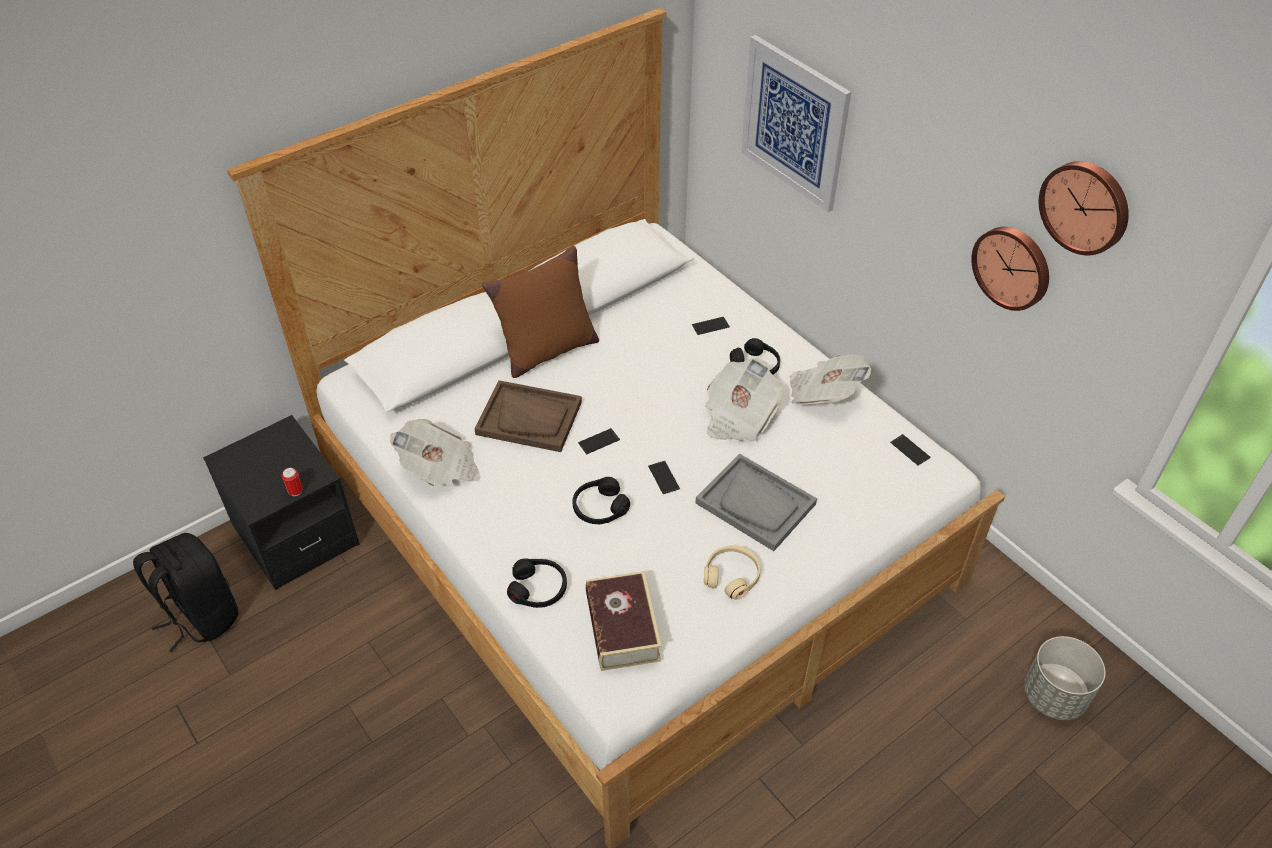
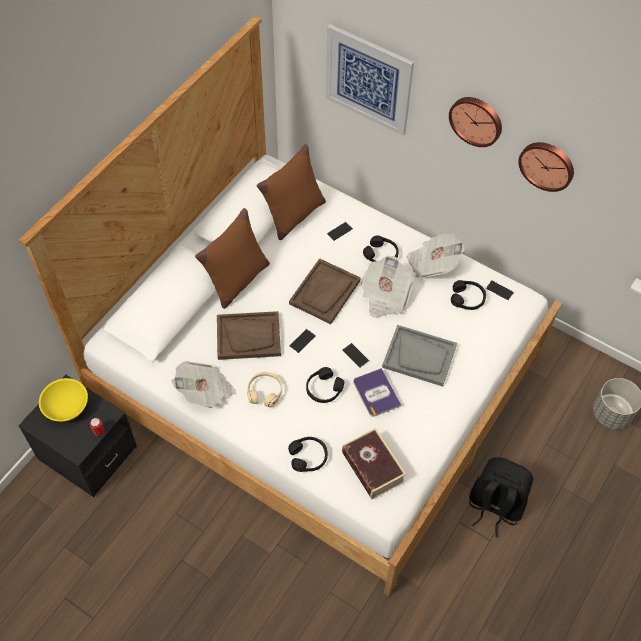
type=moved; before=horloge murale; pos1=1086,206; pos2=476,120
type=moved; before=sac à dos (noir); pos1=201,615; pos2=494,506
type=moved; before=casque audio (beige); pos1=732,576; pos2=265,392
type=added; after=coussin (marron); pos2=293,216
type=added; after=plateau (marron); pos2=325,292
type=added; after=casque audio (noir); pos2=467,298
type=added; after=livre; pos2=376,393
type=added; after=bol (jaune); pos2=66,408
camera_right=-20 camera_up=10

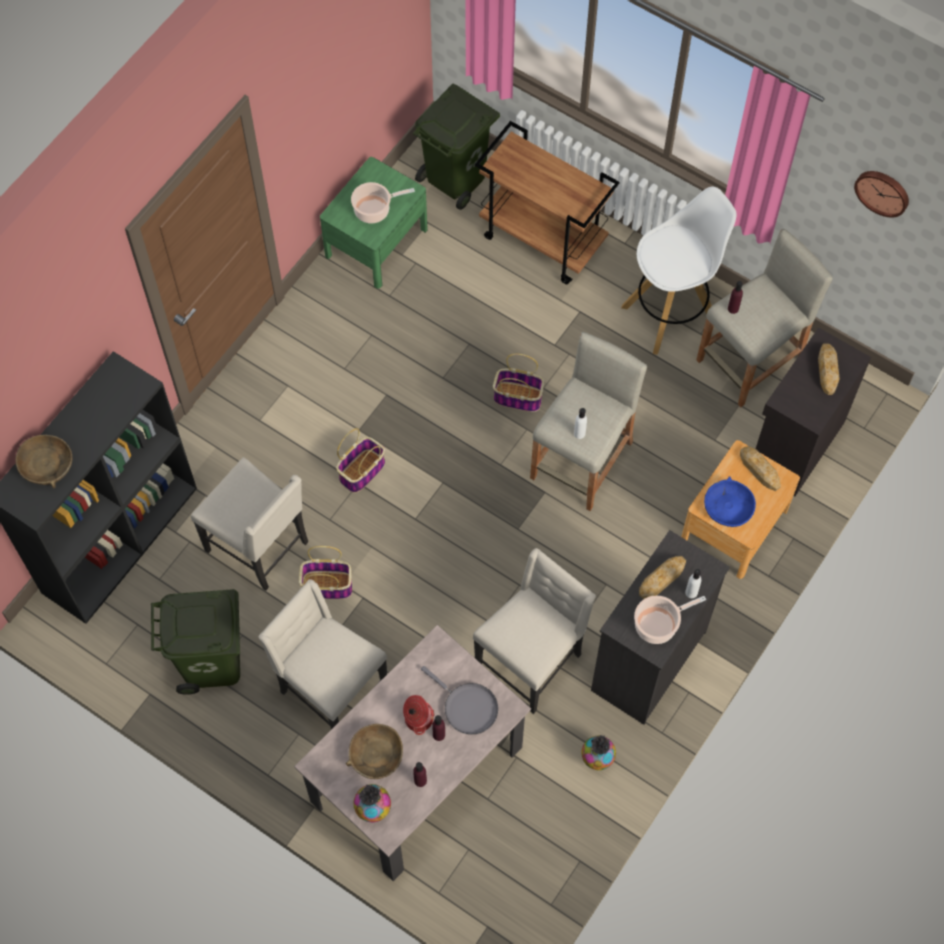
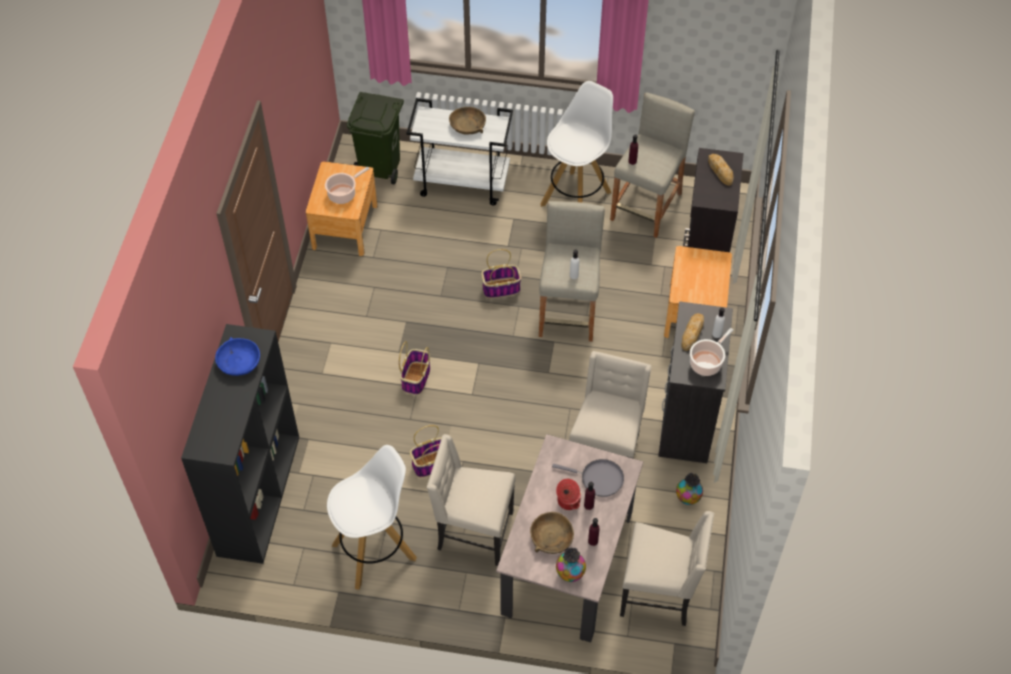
type=recoloured; before=chariot (marron); after=chariot (blanc); pos1=544,239; pos2=463,183
type=recoloured; before=table de chevet (vert); after=table de chevet (marron); pos1=376,242; pos2=345,226
type=removed; before=horloge murale; pos1=883,191
type=moved; before=bol (marron); pos1=47,465; pos2=468,125
type=removed; before=pain; pos1=759,470
type=moved; before=chaise (beige); pos1=260,546; pos2=659,594
type=moved; before=bol (bleu); pos1=728,507; pos2=239,362
type=replaced; before=poubelle (vert); after=tabouret (blanc); pos1=212,663; pos2=375,551
camera_right=-25 camera_up=-10

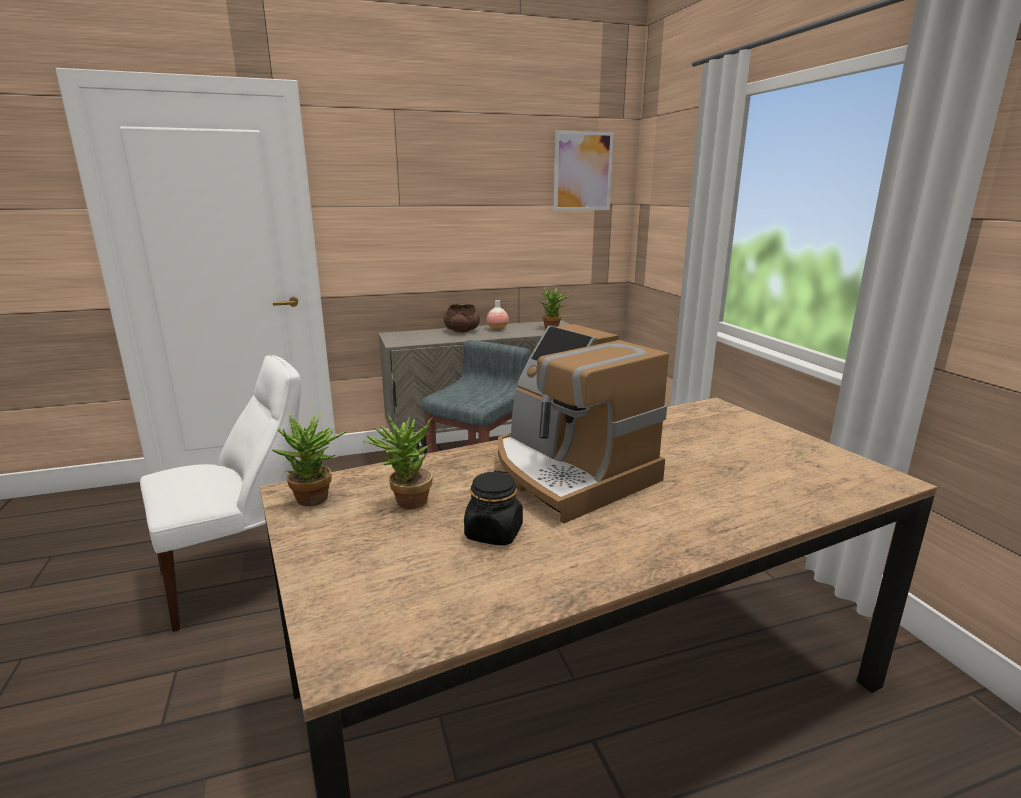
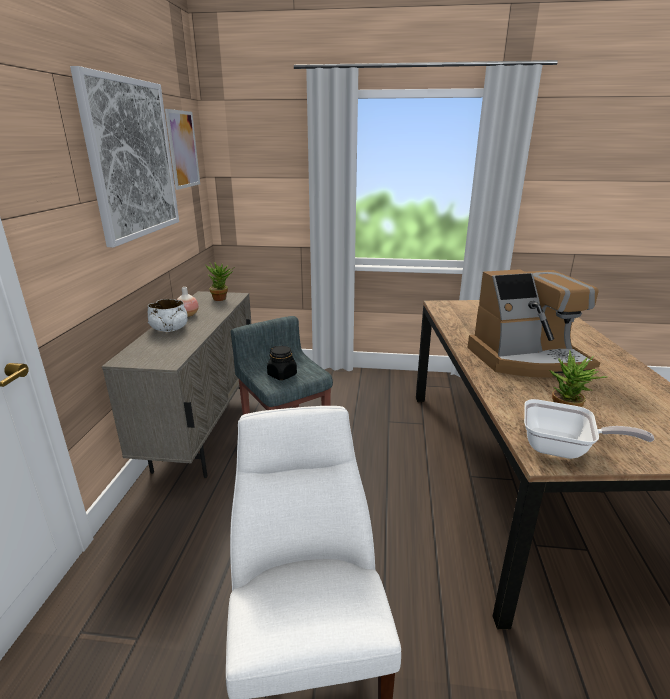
type=recoloured; before=bol (marron); after=bol (blanc); pos1=461,331; pos2=170,328
type=replaced; before=plante en pot; after=poêle; pos1=316,501; pos2=562,449
type=moved; before=bocal (noir); pos1=494,533; pos2=282,375
type=added; after=tableau; pos2=132,159
camera_right=-65 camera_up=5

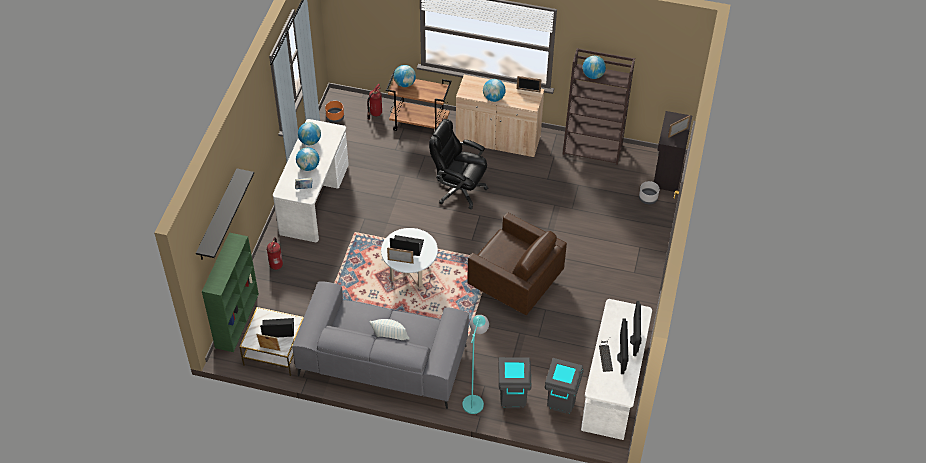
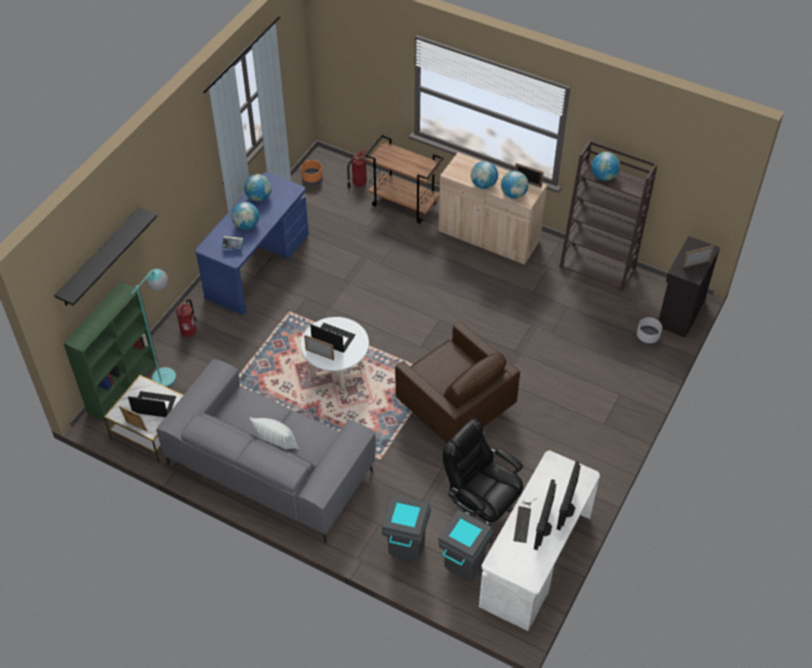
type=moved; before=globe; pos1=405,84; pos2=513,194
type=recoloured; before=bureau (blanc); after=bureau (bleu); pos1=314,198; pos2=257,265
type=moved; before=chaise de bureau (noir); pos1=459,189; pos2=481,509
type=moved; before=lampadaire (turquoise); pos1=474,398; pos2=169,371
camera_right=15 camera_up=0

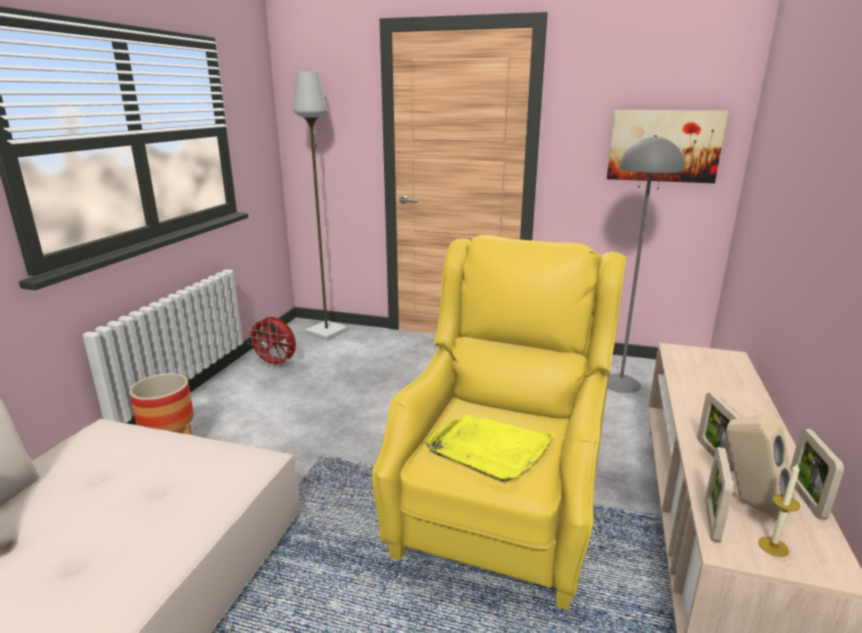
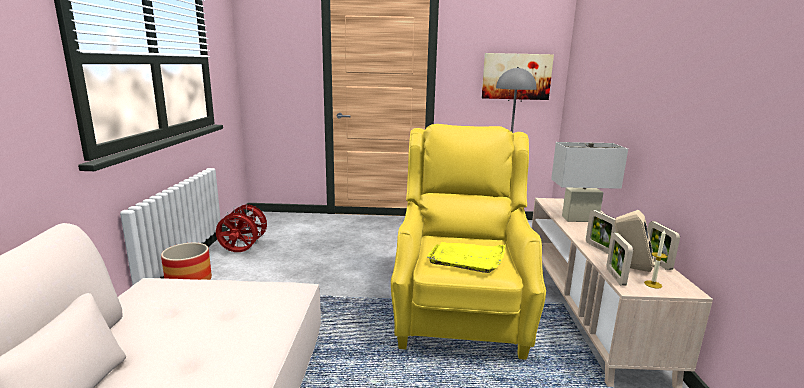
type=removed; before=lampadaire (gris); pos1=326,331
type=added; after=lampe de table (blanc); pos2=580,219
type=added; after=ventilateur (rouge); pos2=238,253
camera_right=-15 camera_up=-5

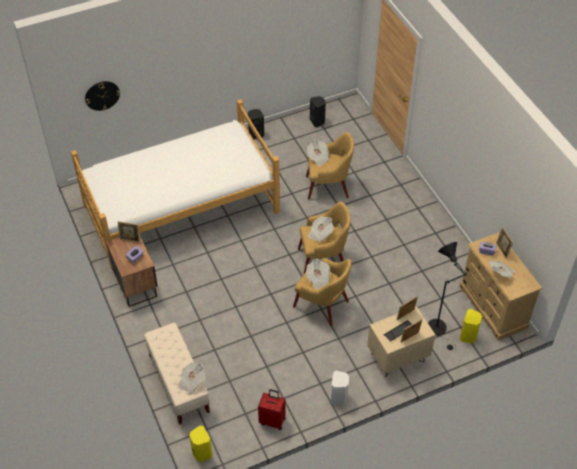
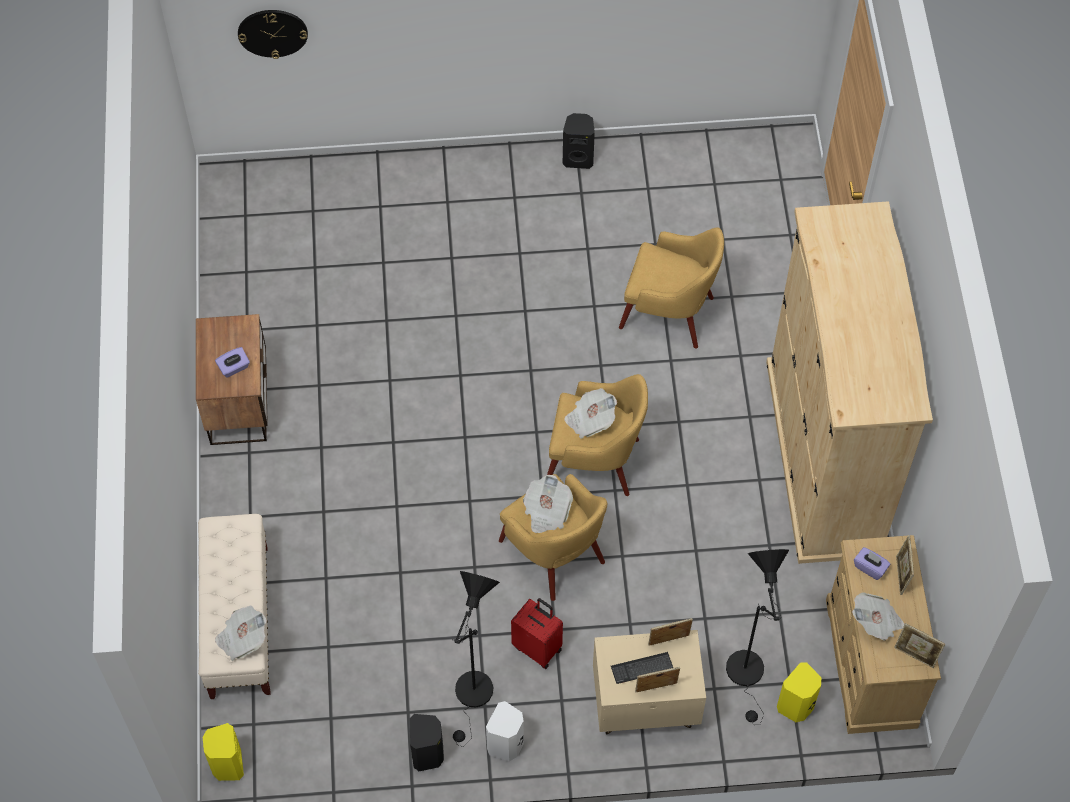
type=moved; before=enceinte (noir); pos1=317,121; pos2=428,754
type=removed; before=lit; pos1=180,208
type=removed; before=journal; pos1=318,157
type=moved; before=cadre photo; pos1=130,239; pos2=915,656
type=moved; before=valise (rouge); pos1=272,420; pos2=538,647
type=added; after=armoire (beige); pos2=825,456
type=added; after=lampadaire (noir); pos2=473,697
camera_right=20 camera_up=10

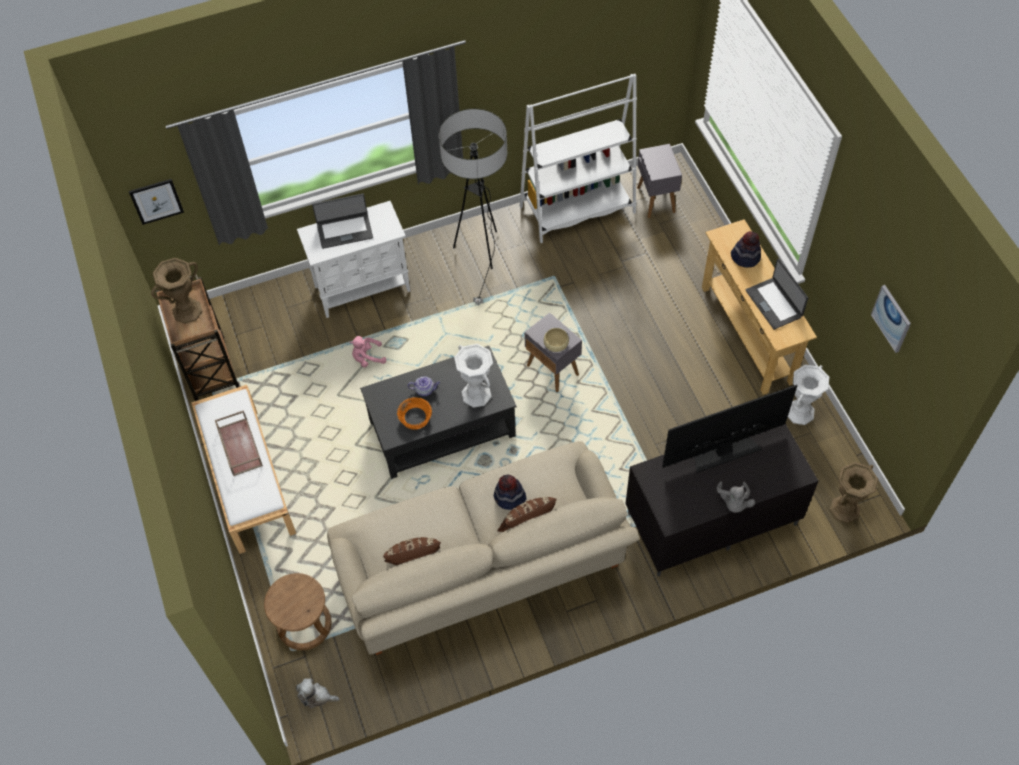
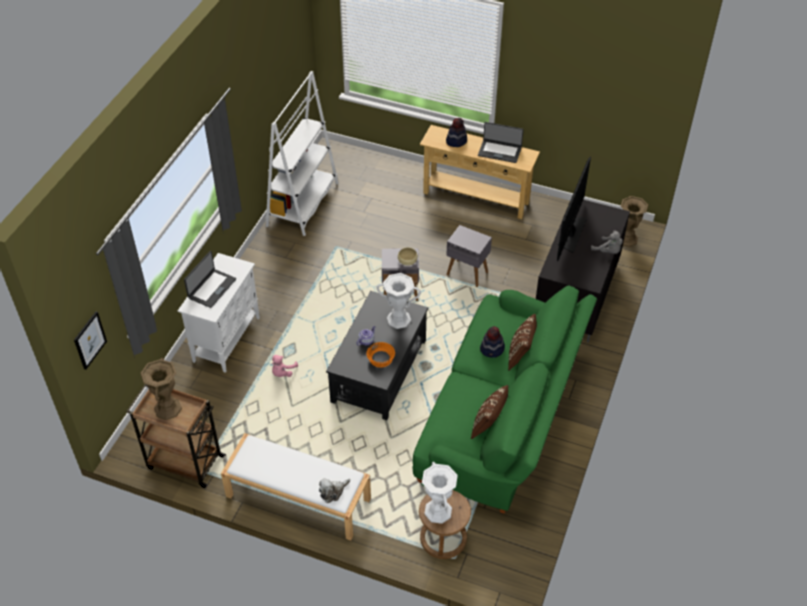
type=removed; before=lampadaire; pos1=480,254
type=moved; before=table d'appoint (gris); pos1=655,199; pos2=466,273
type=removed; before=tableau; pos1=891,318
type=moved; before=vase (blanc); pos1=800,412; pos2=438,511
type=removed; before=plateau (marron); pos1=239,446
type=recoloured; before=canapé (beige); after=canapé (vert); pos1=483,571; pos2=501,419
type=moved; before=peluche; pos1=316,696; pos2=333,492
camera_right=-50 camera_up=-10

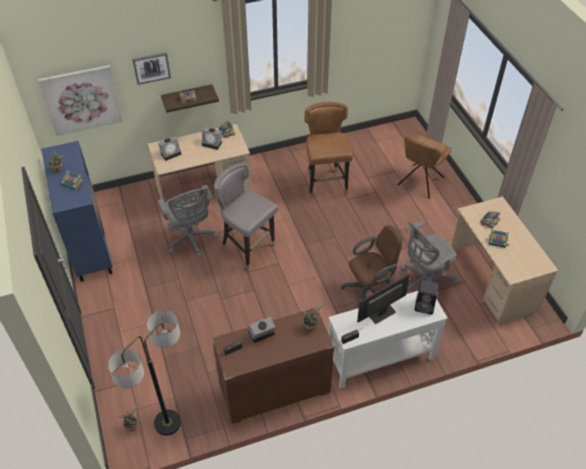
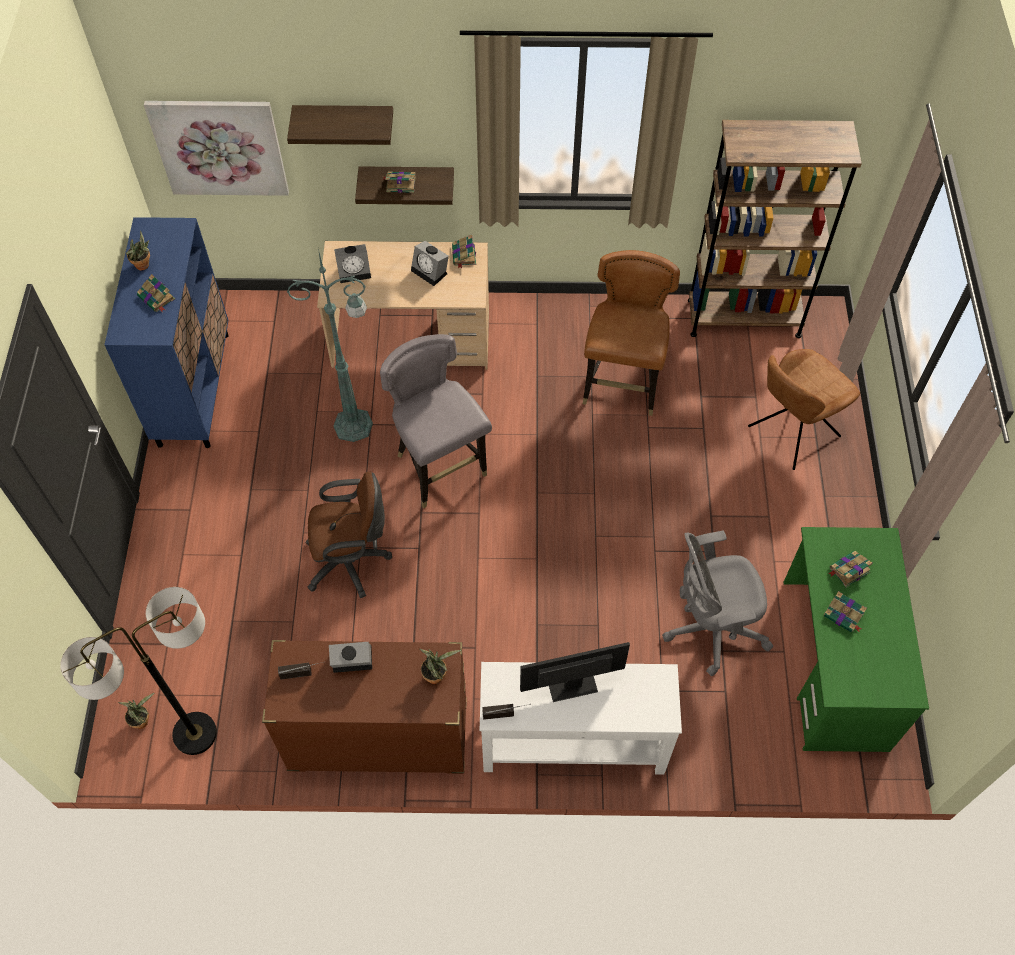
type=replaced; before=tableau; after=étagère; pos1=151,67; pos2=344,120
type=replaced; before=chaise de bureau (gris); after=lampadaire (vert); pos1=191,240; pos2=355,425
type=recoloured; before=bureau (beige); after=bureau (vert); pos1=492,280; pos2=834,664
type=moved; before=chaise de bureau (marron); pos1=370,290; pos2=351,561
type=removed; before=enceinte (noir); pos1=425,306
type=added; after=bibliothèque (marron); pos2=744,318
camera_right=20 camera_up=10

